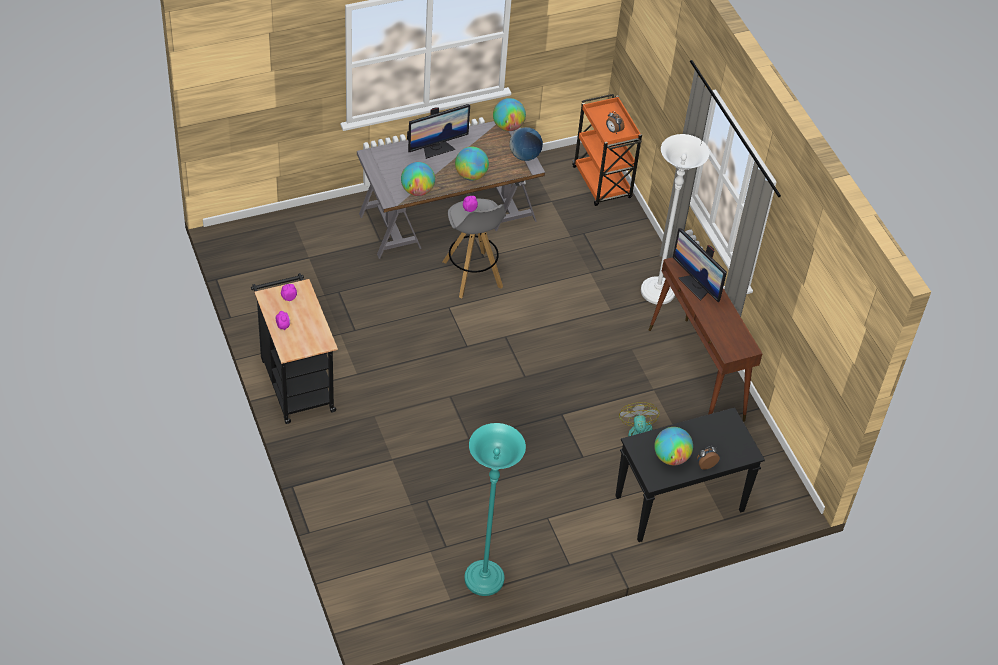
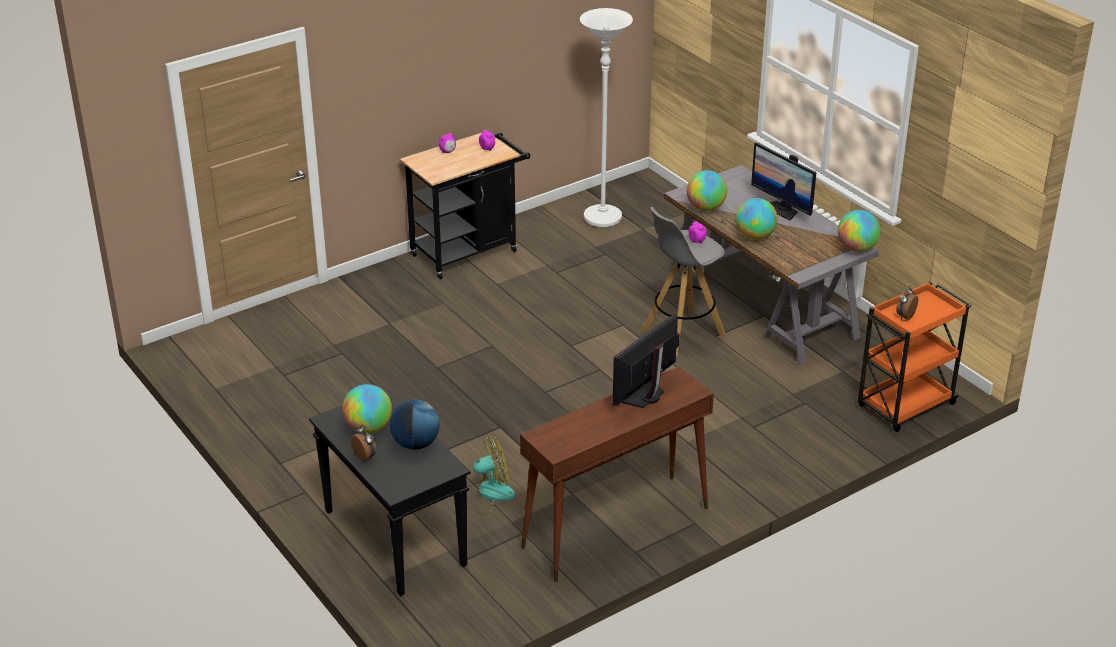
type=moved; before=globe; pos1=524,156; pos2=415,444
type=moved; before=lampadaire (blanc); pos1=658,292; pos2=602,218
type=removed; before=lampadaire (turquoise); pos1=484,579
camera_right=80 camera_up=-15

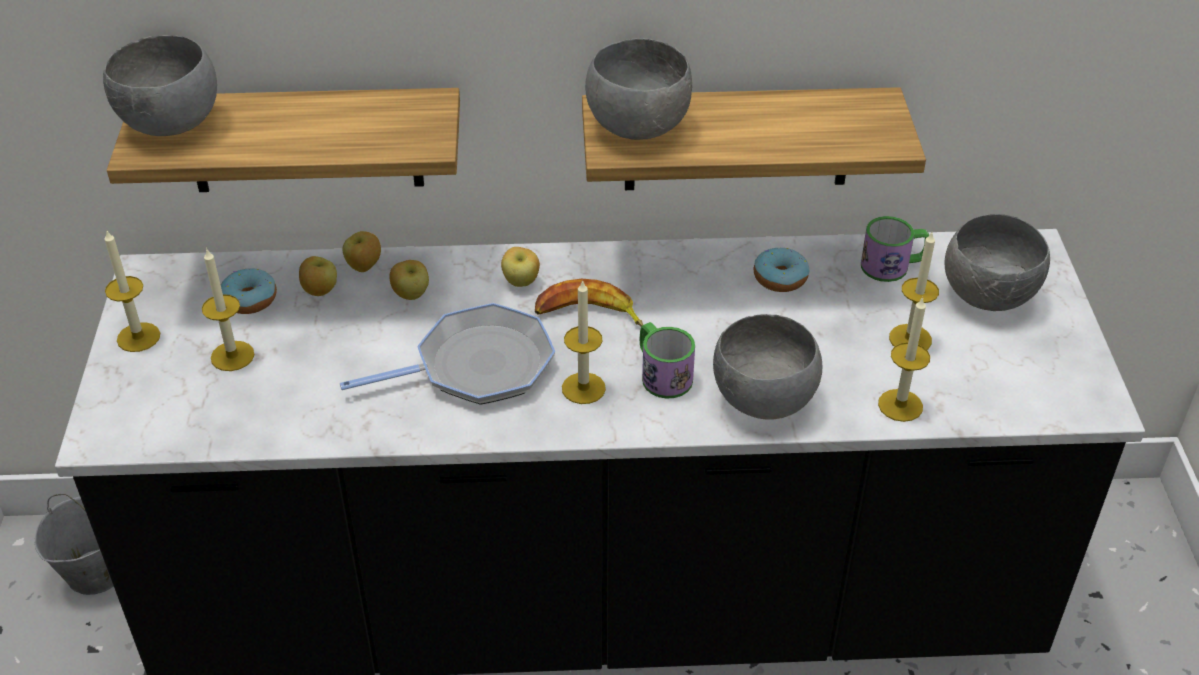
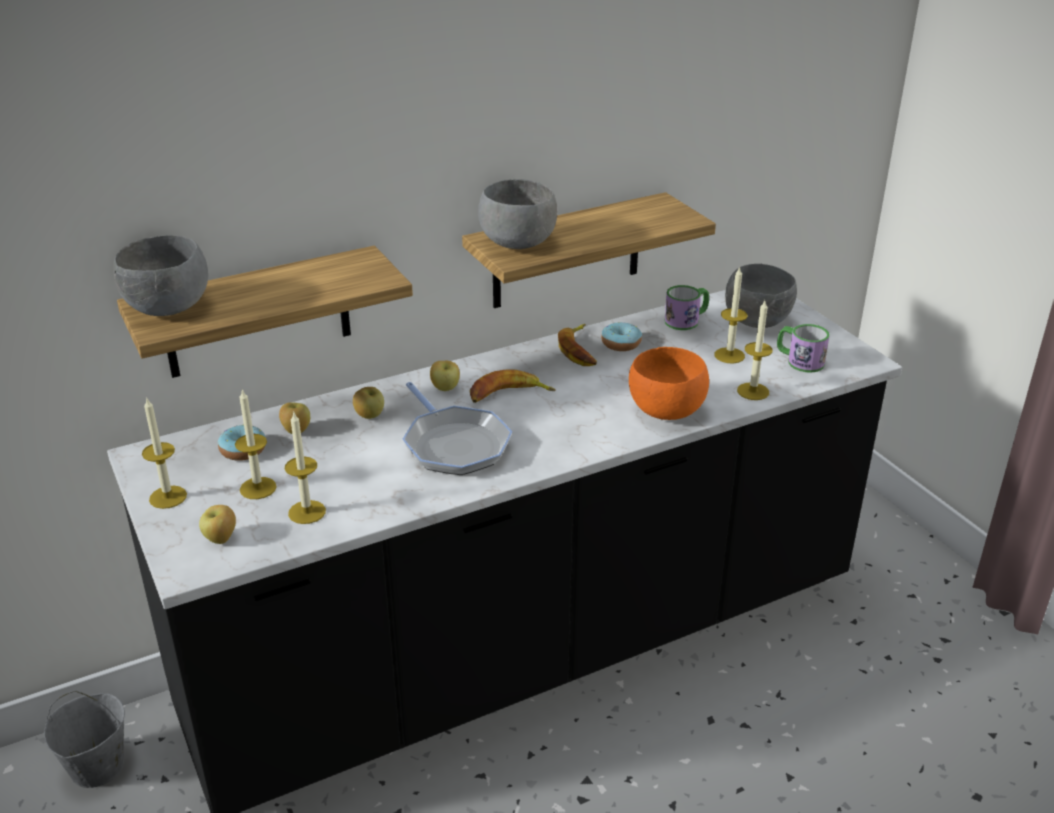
type=moved; before=pomme; pos1=364,267; pos2=221,539
type=moved; before=bougie; pos1=583,388; pos2=307,512
type=turned; before=poêle; pos1=477,366; pos2=454,445; turn=105
type=recoloured; before=bol (gris); after=bol (orange); pos1=762,401; pos2=665,412
type=moved; before=mug; pos1=661,374; pos2=799,361
type=added; after=banane; pos2=579,350
camera_right=-25 camera_up=-10

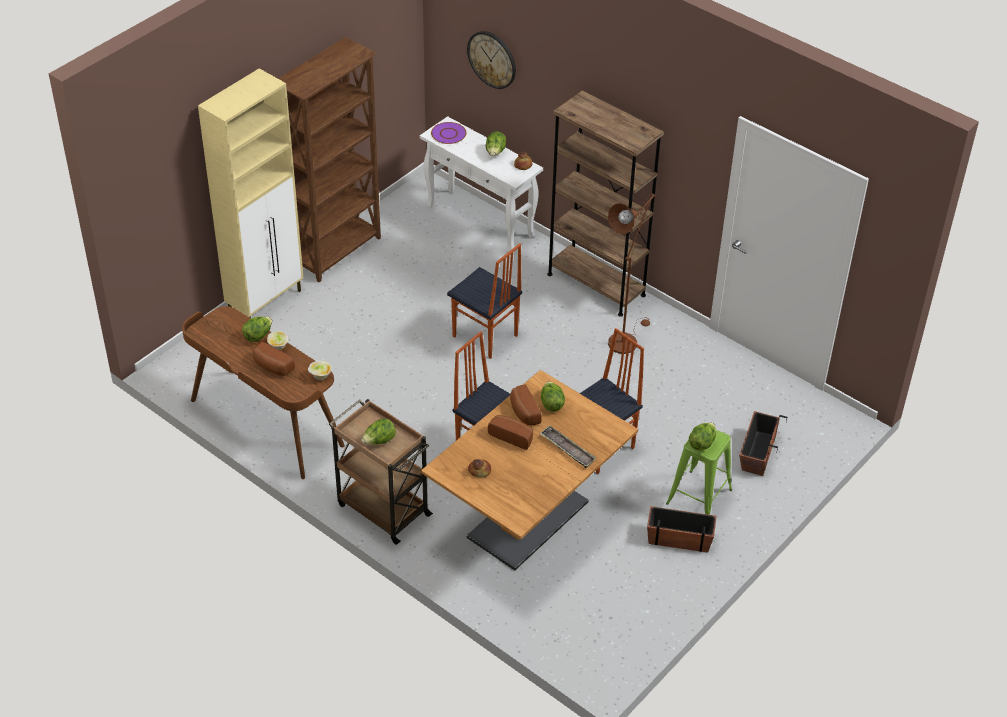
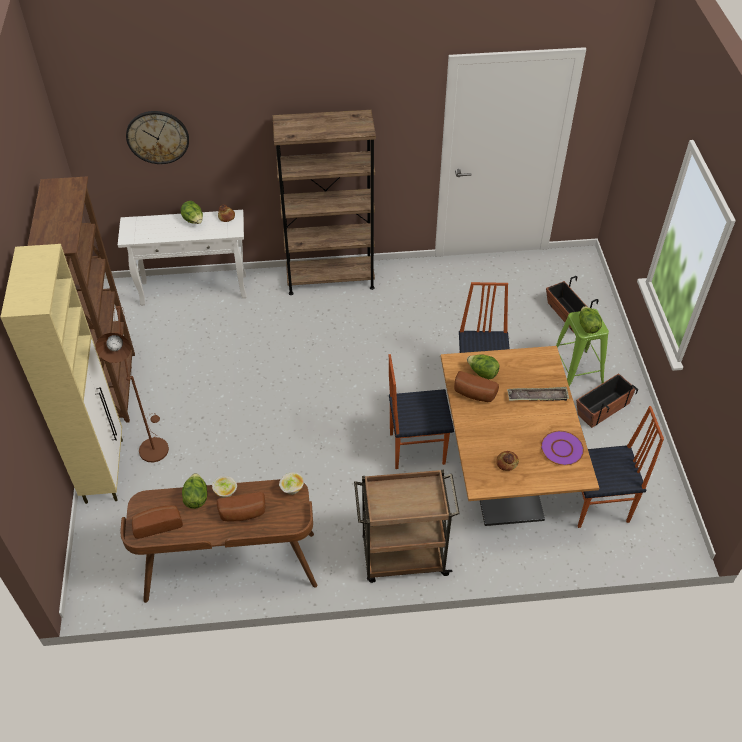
type=moved; before=assiette (violet); pos1=449,134; pos2=562,449
type=moved; before=lampadaire (marron); pos1=625,339; pos2=152,445
type=moved; before=chaise; pos1=485,337; pos2=598,506
type=moved; before=pain; pos1=512,436; pos2=157,524
type=removed; before=laitue; pos1=379,441
camera_right=-45 camera_up=5

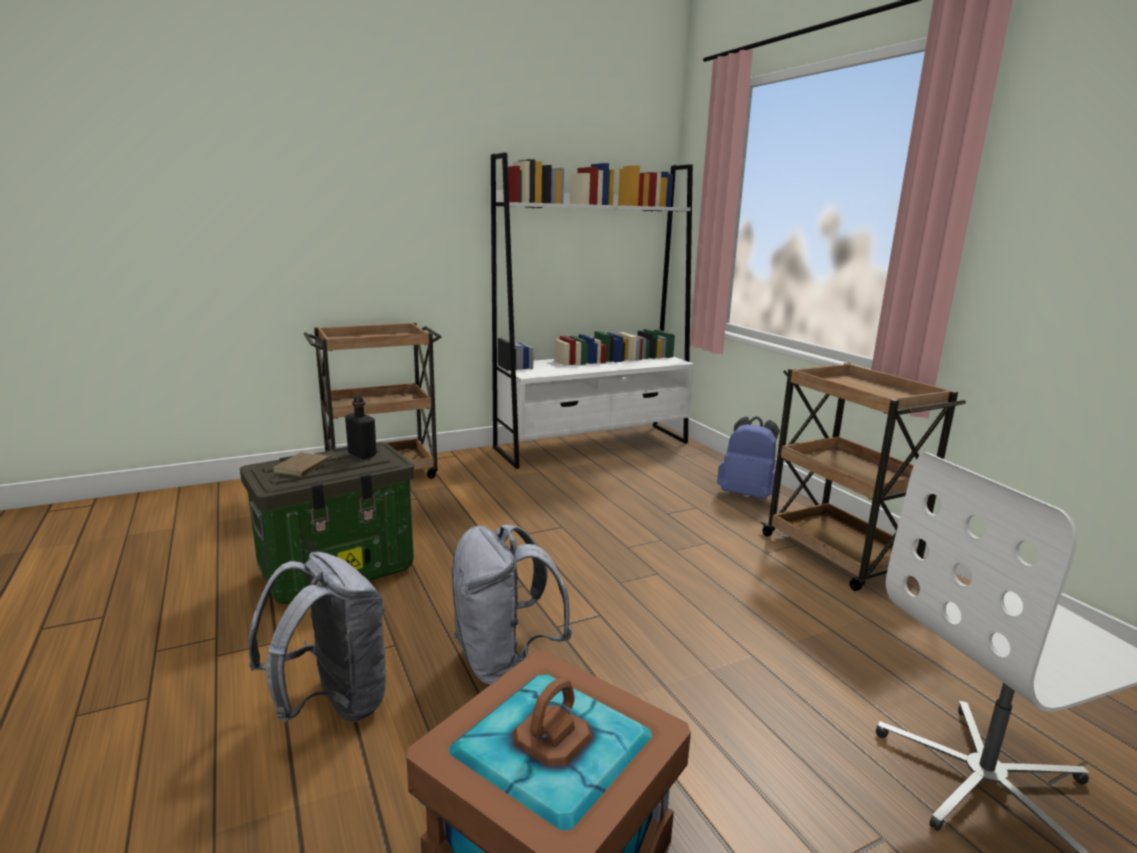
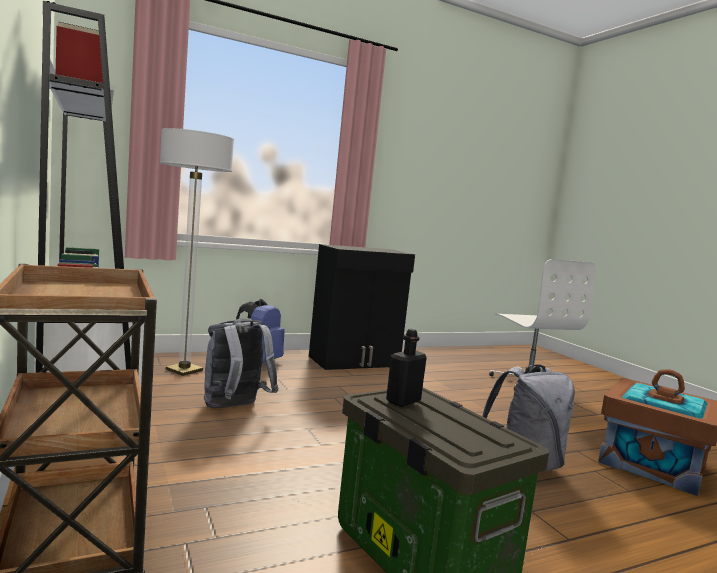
type=replaced; before=chariot (marron); after=meuble de rangement (noir); pos1=839,555; pos2=355,362
type=removed; before=livre (marron); pos1=303,467
type=moved; before=sac à dos (gris); pos1=332,704; pos2=234,408
type=added; after=lampadaire; pos2=184,370
camera_right=-90 camera_up=-10

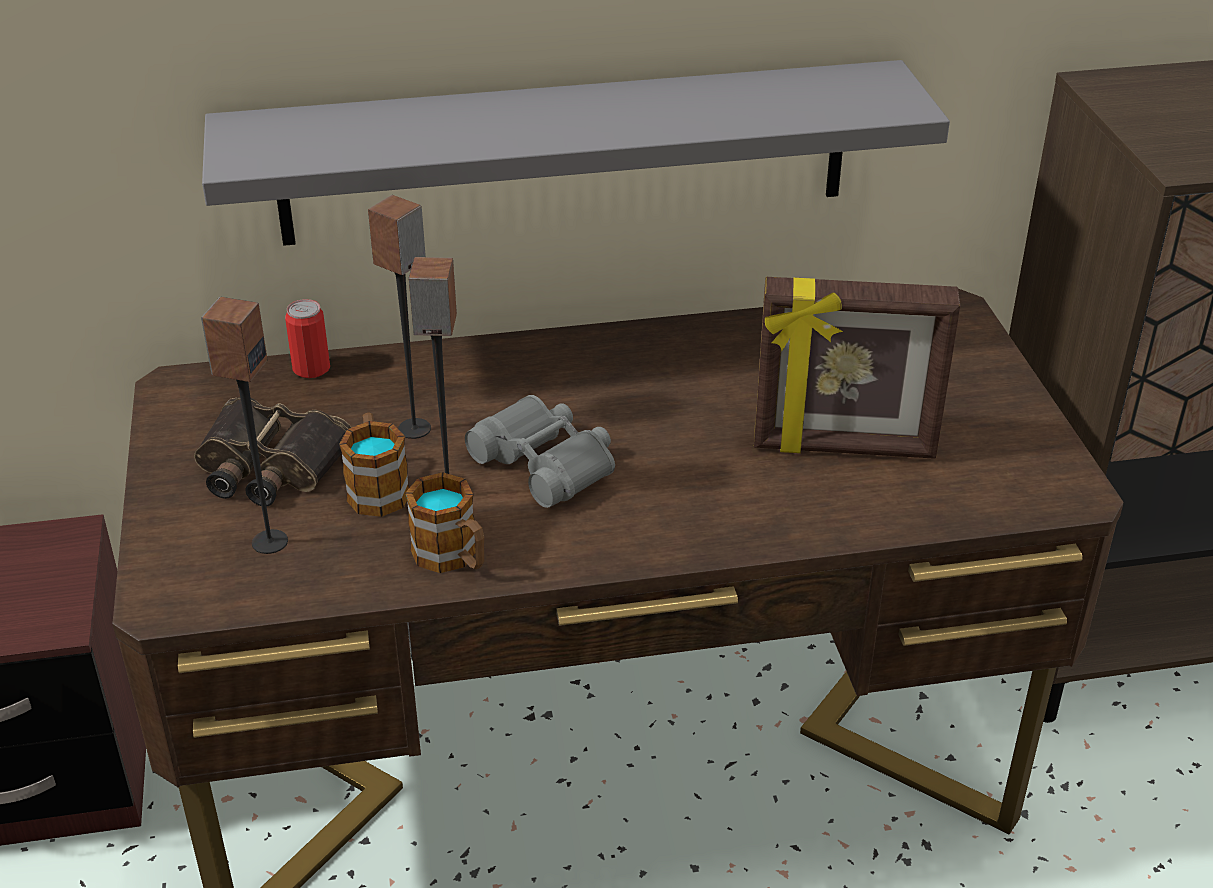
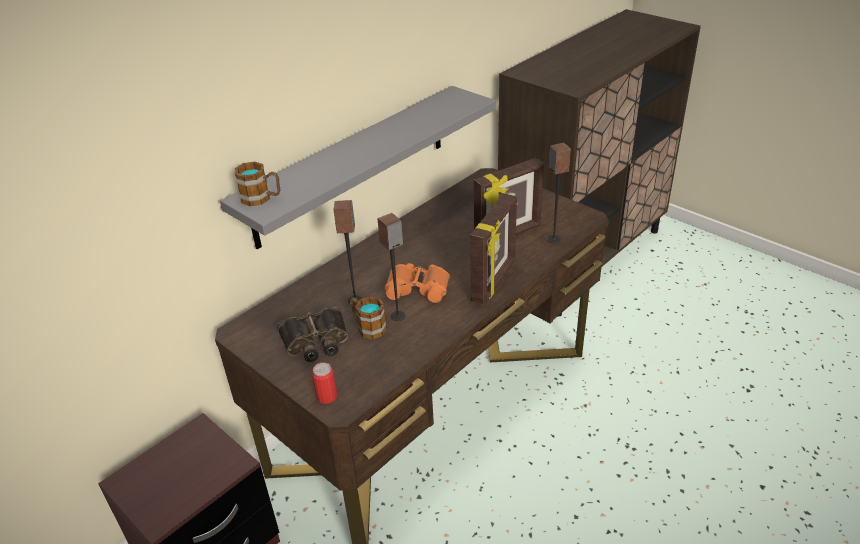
type=moved; before=enceinte; pos1=269,542; pos2=553,239
type=moved; before=boîte métallique; pos1=311,368; pos2=327,396
type=recoloured; before=jumelles (gris); after=jumelles (orange); pos1=546,463; pos2=418,288
type=moved; before=mug; pos1=453,558; pos2=262,198
type=added; after=cadre photo; pos2=494,281
camera_right=-35 camera_up=0

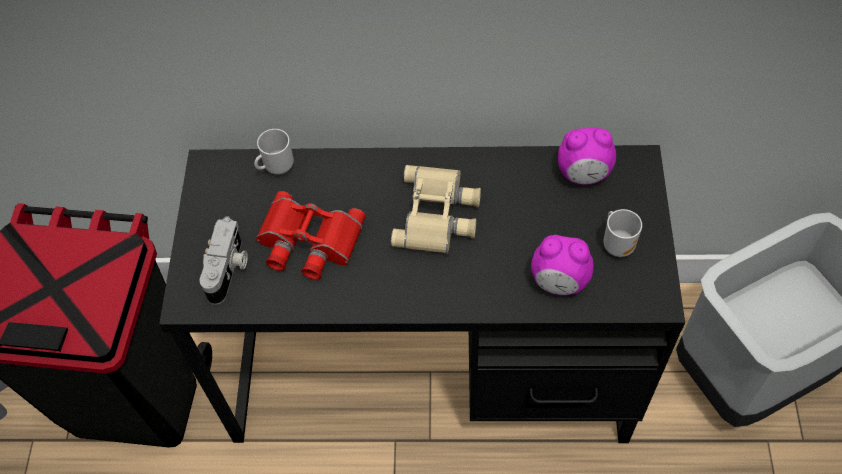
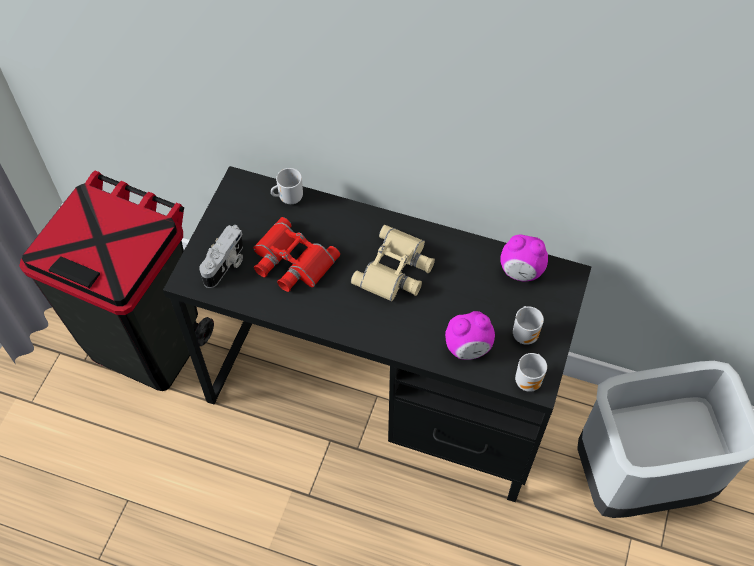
type=turned; before=réveil; pos1=559,282; pos2=468,348; turn=-45
type=added; after=mug; pos2=529,381
camera_right=15 camera_up=0

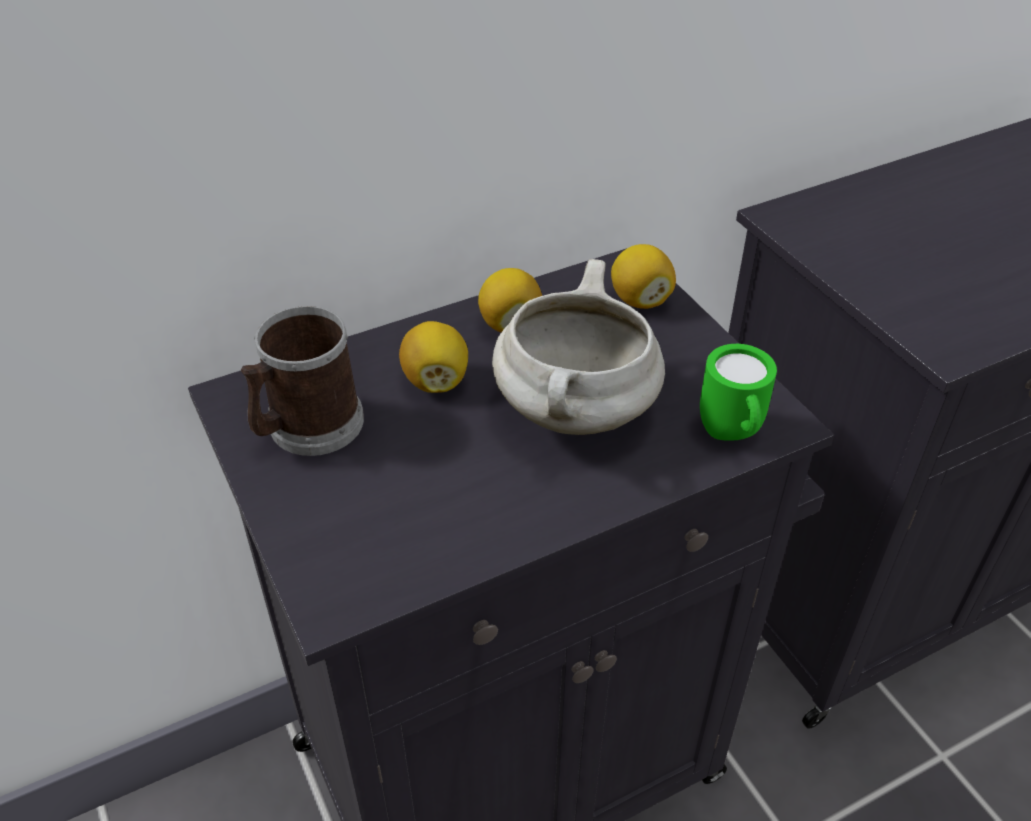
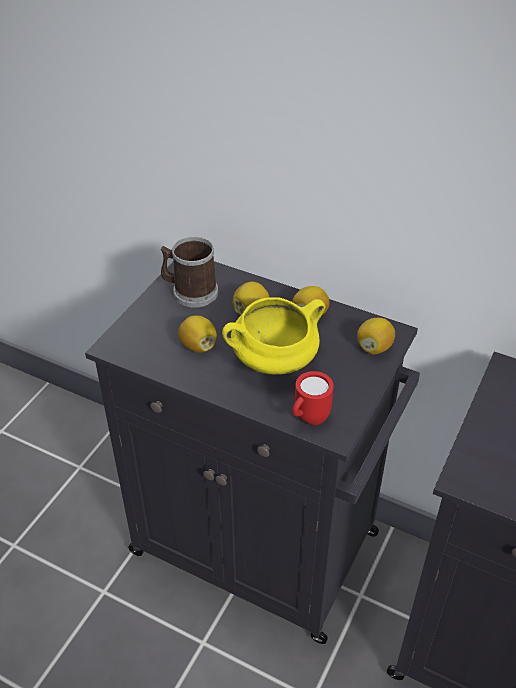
type=recoloured; before=marmite (blanc); after=marmite (jaune); pos1=577,413; pos2=273,362
type=recoloured; before=mug (vert); after=mug (rouge); pos1=732,436; pos2=308,419
type=added; after=citron; pos2=198,346
camera_right=55 camera_up=0

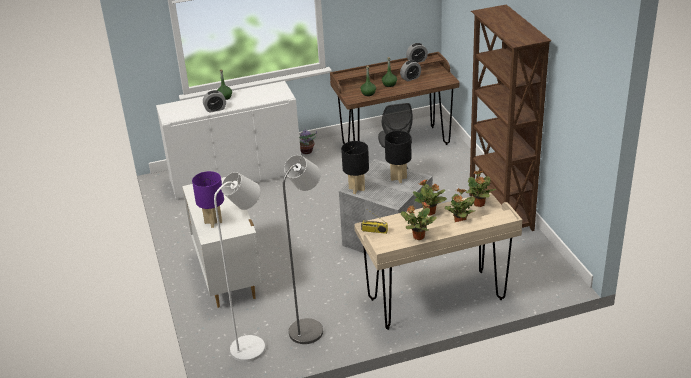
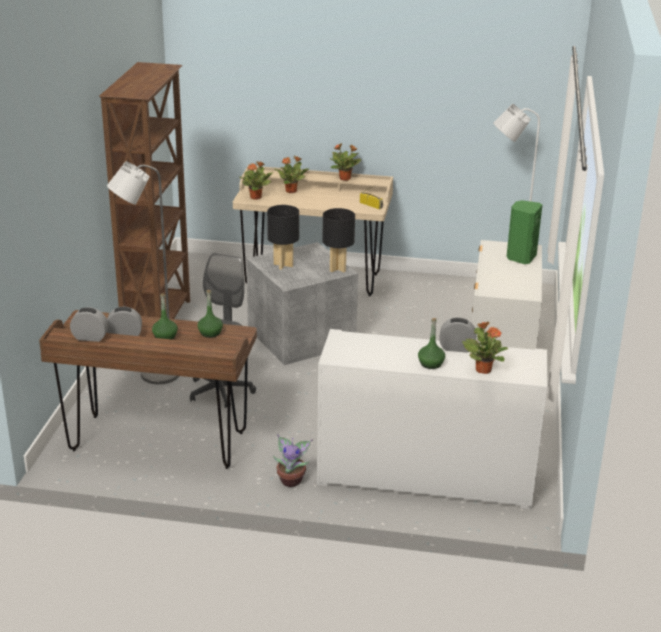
type=moved; before=lampadaire (gris); pos1=310,328; pos2=152,375
type=replaced; before=lampe de table (violet); after=enceinte (vert); pos1=213,222; pos2=520,257
type=moved; before=plante en pot; pos1=430,212; pos2=483,369
camera_right=-155 camera_up=-5

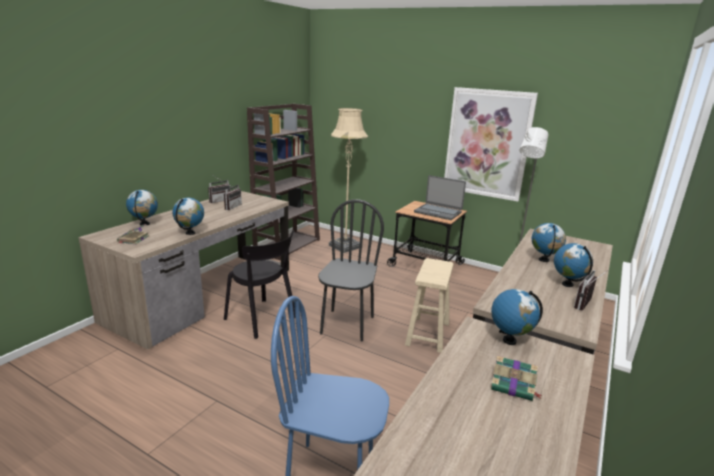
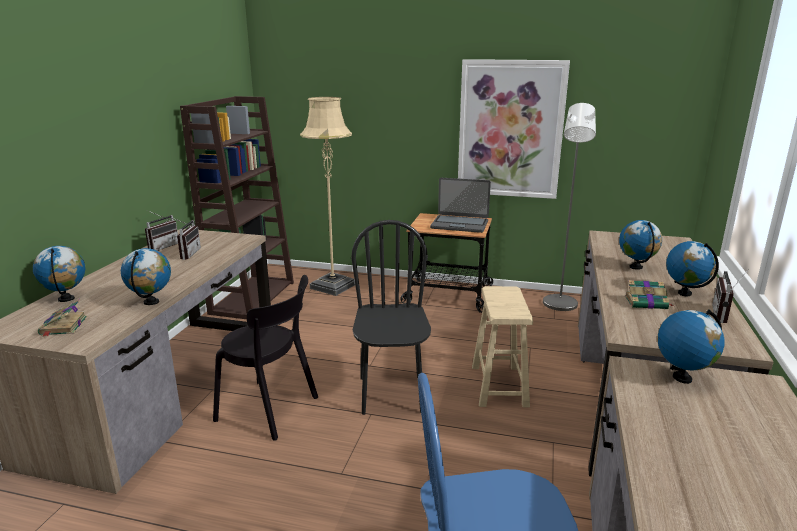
type=moved; before=livre; pos1=514,386; pos2=647,303
camera_right=-15 camera_up=0

